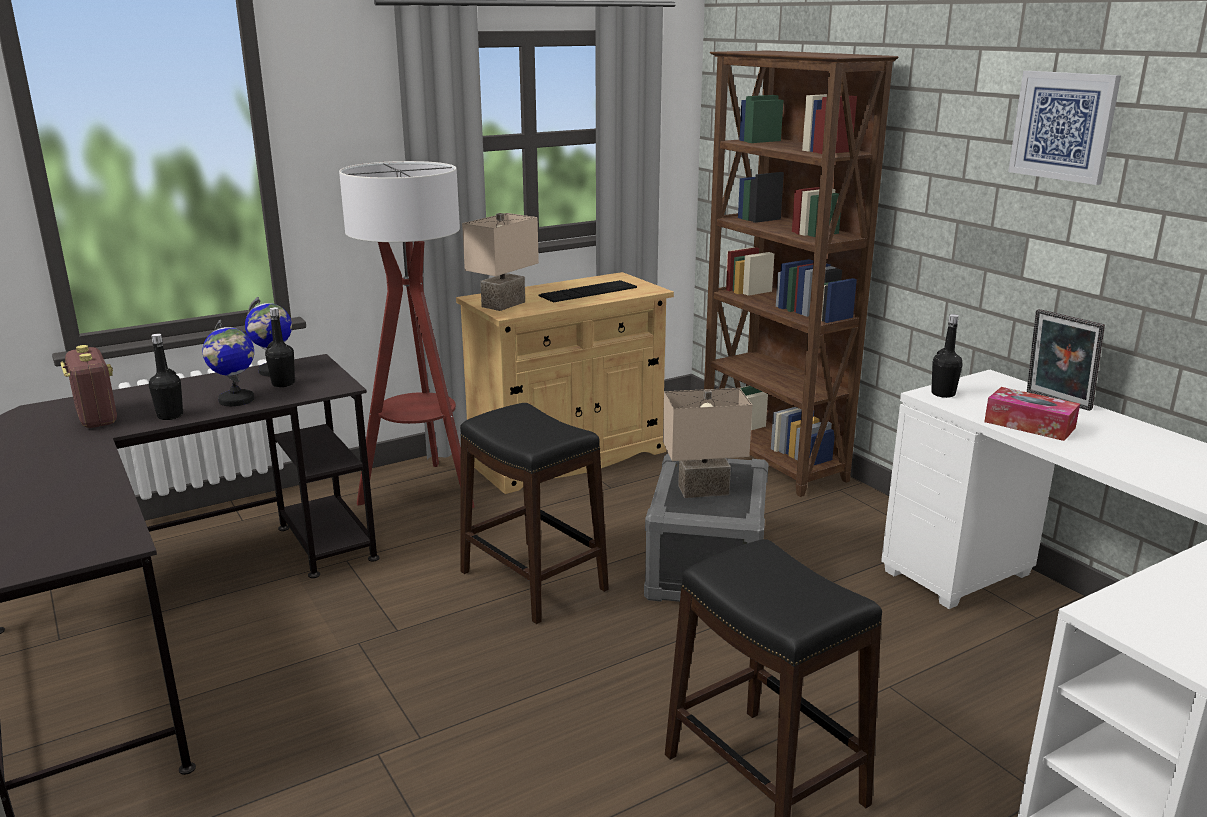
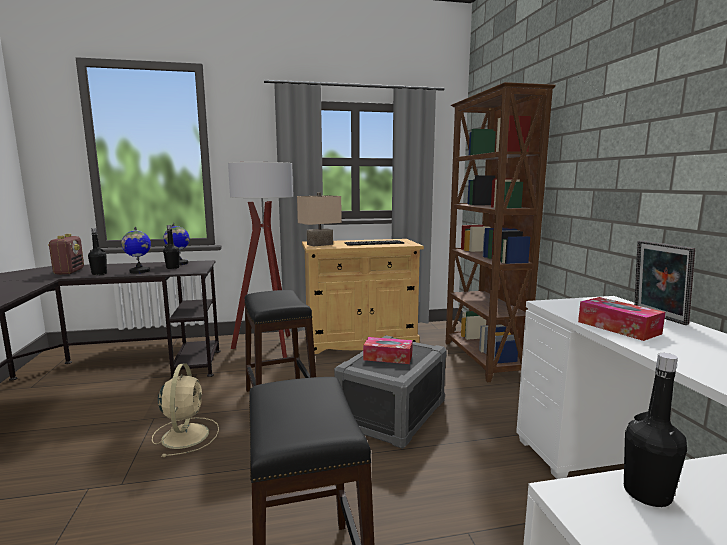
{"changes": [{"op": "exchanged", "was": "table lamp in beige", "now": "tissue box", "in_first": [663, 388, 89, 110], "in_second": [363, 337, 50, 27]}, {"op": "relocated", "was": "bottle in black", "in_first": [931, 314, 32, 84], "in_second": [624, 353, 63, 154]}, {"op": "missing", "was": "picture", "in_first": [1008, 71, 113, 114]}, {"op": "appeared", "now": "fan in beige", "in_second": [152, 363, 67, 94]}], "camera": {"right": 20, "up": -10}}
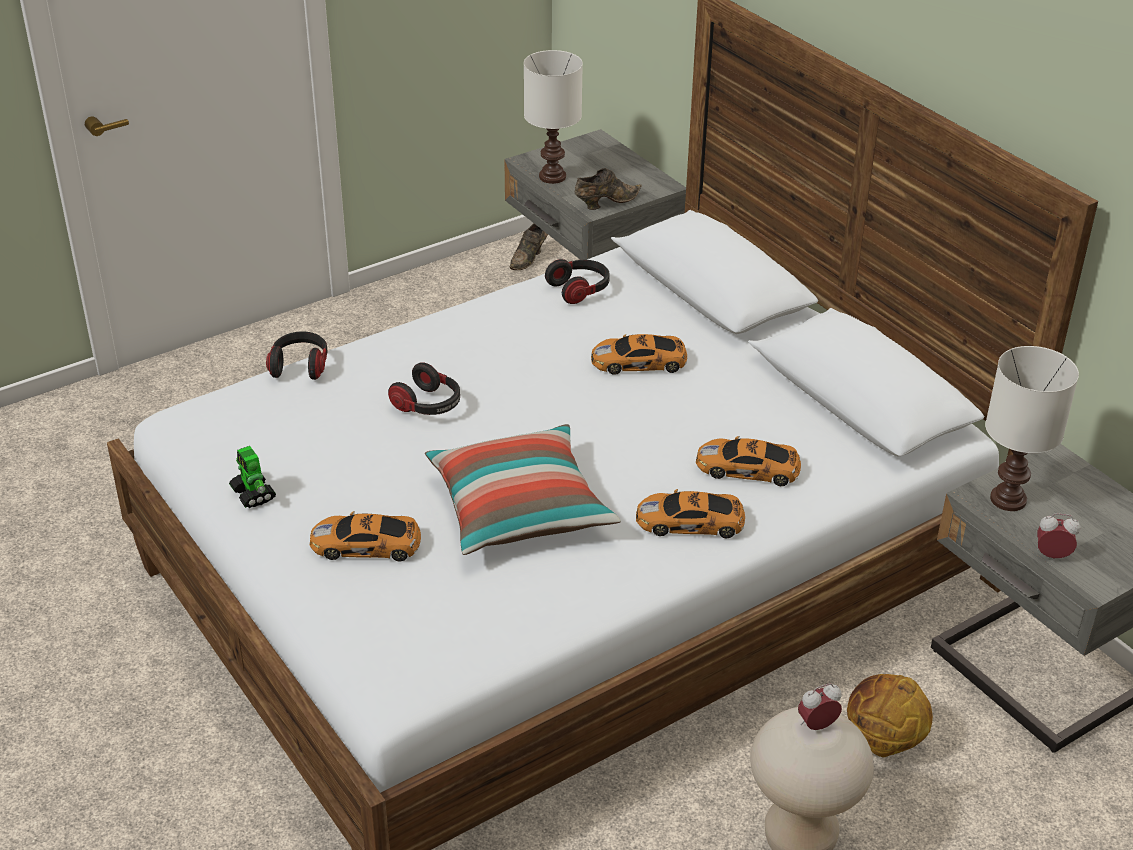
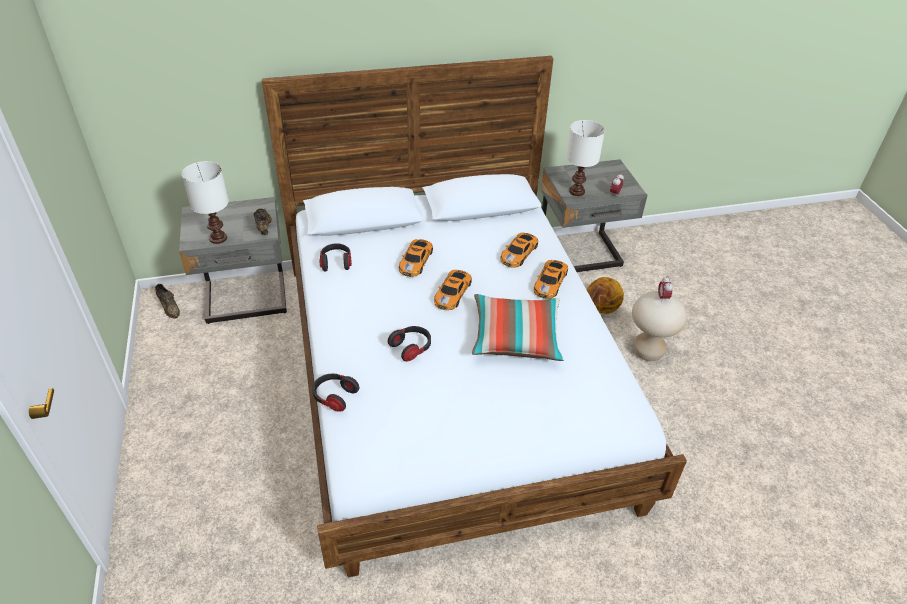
{"changes": [{"op": "missing", "was": "toy robot", "in_first": [229, 446, 47, 62]}, {"op": "relocated", "was": "toy car", "in_first": [310, 511, 111, 51], "in_second": [434, 270, 38, 40]}], "camera": {"right": -70, "up": 5}}
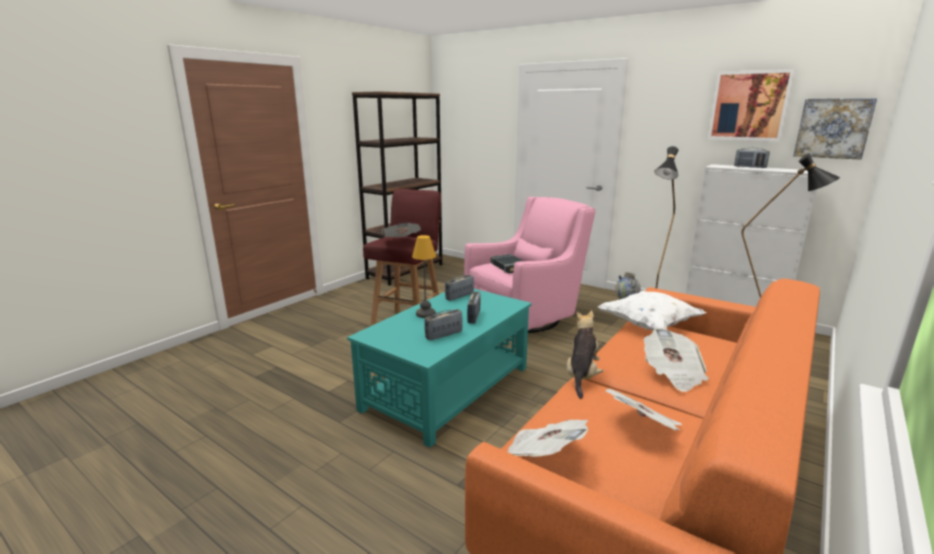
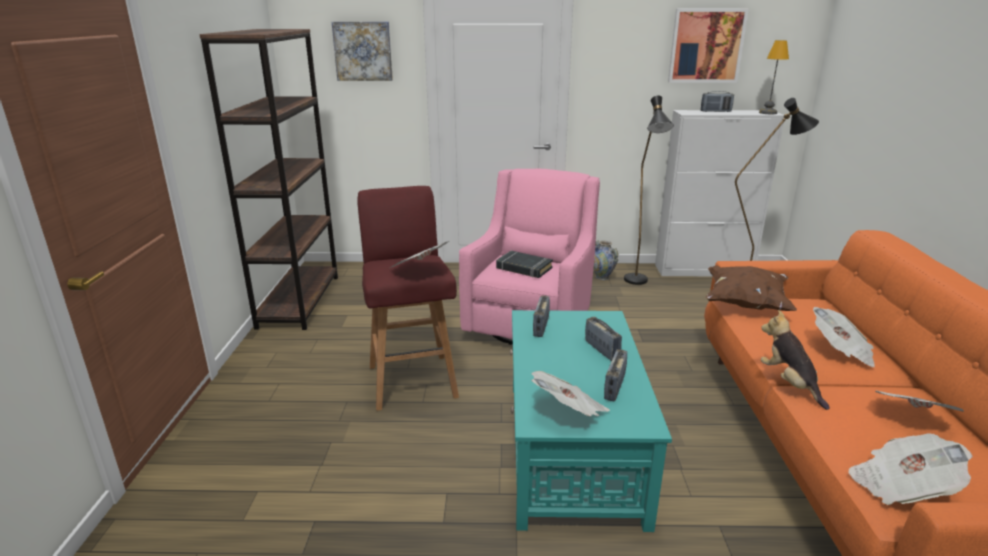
{"changes": [{"op": "relocated", "was": "table lamp", "in_first": [412, 235, 24, 83], "in_second": [759, 40, 30, 74]}, {"op": "colour", "was": "pillow in white", "now": "pillow in brown", "in_first": [598, 290, 108, 40], "in_second": [706, 265, 91, 46]}, {"op": "relocated", "was": "picture", "in_first": [793, 98, 84, 62], "in_second": [332, 21, 61, 60]}, {"op": "appeared", "now": "newspaper", "in_second": [531, 371, 79, 46]}], "camera": {"right": -35, "up": 5}}
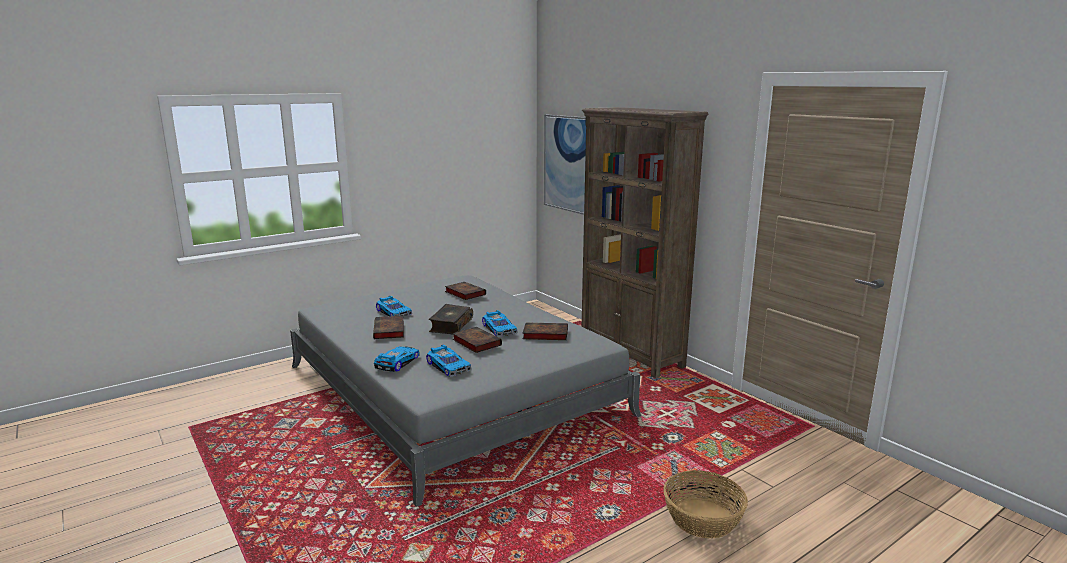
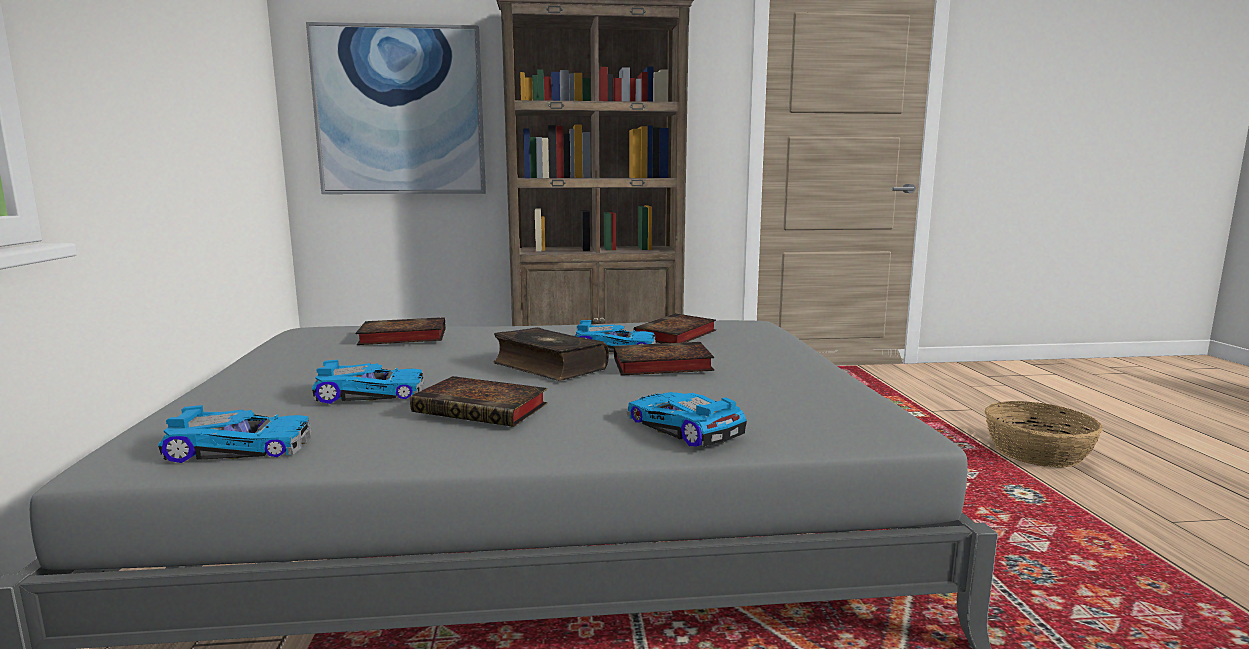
{"changes": [{"op": "relocated", "was": "toy car", "in_first": [426, 345, 46, 32], "in_second": [158, 405, 153, 58]}], "camera": {"right": -60, "up": -5}}
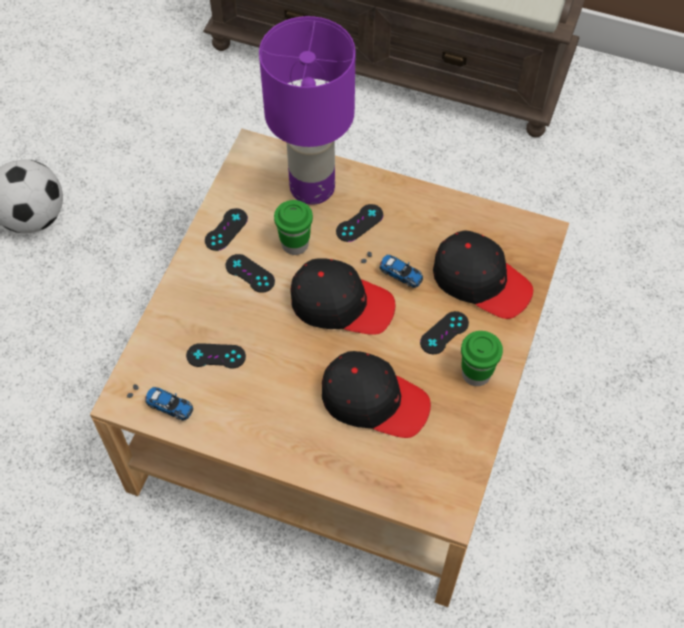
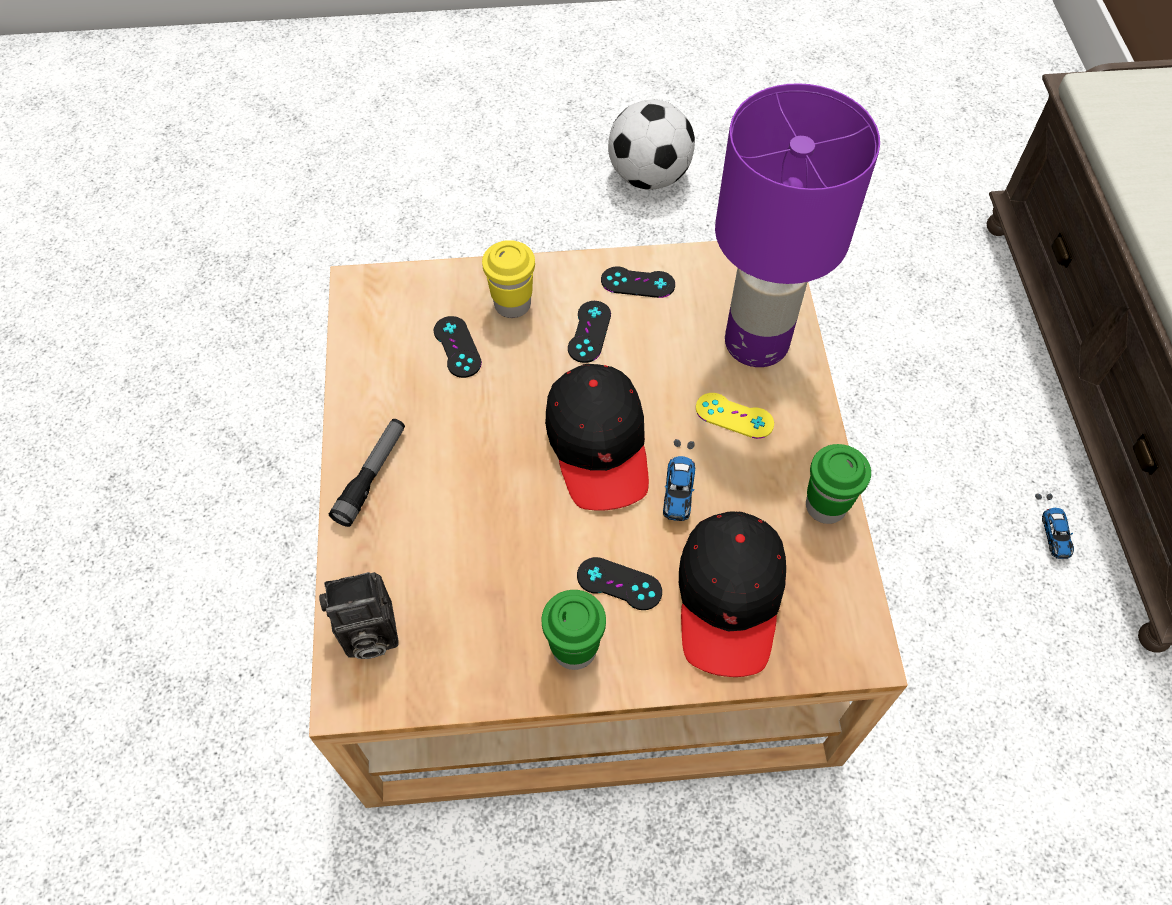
{"changes": [{"op": "relocated", "was": "toy car", "in_first": [127, 384, 66, 37], "in_second": [1035, 493, 39, 66]}, {"op": "relocated", "was": "cup in green", "in_first": [274, 200, 39, 55], "in_second": [806, 444, 65, 80]}, {"op": "missing", "was": "cap in black", "in_first": [322, 351, 109, 87]}, {"op": "colour", "was": "game controller in black", "now": "game controller in yellow", "in_first": [336, 204, 47, 38], "in_second": [696, 393, 78, 46]}, {"op": "appeared", "now": "photo camera", "in_second": [319, 572, 80, 87]}, {"op": "appeared", "now": "flashlight", "in_second": [329, 419, 76, 108]}, {"op": "appeared", "now": "cup in yellow", "in_second": [482, 240, 53, 78]}], "camera": {"right": 65, "up": 0}}
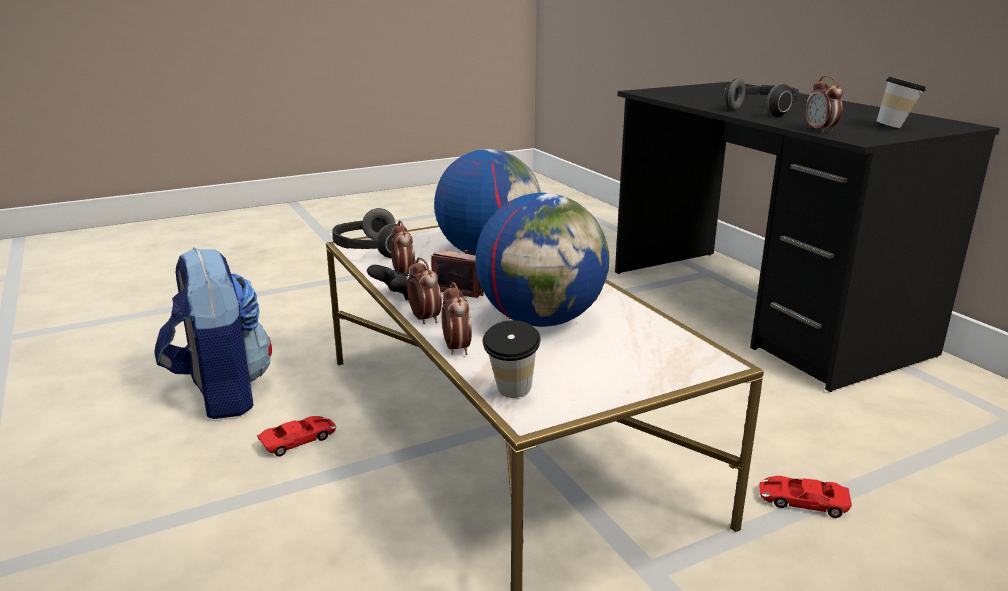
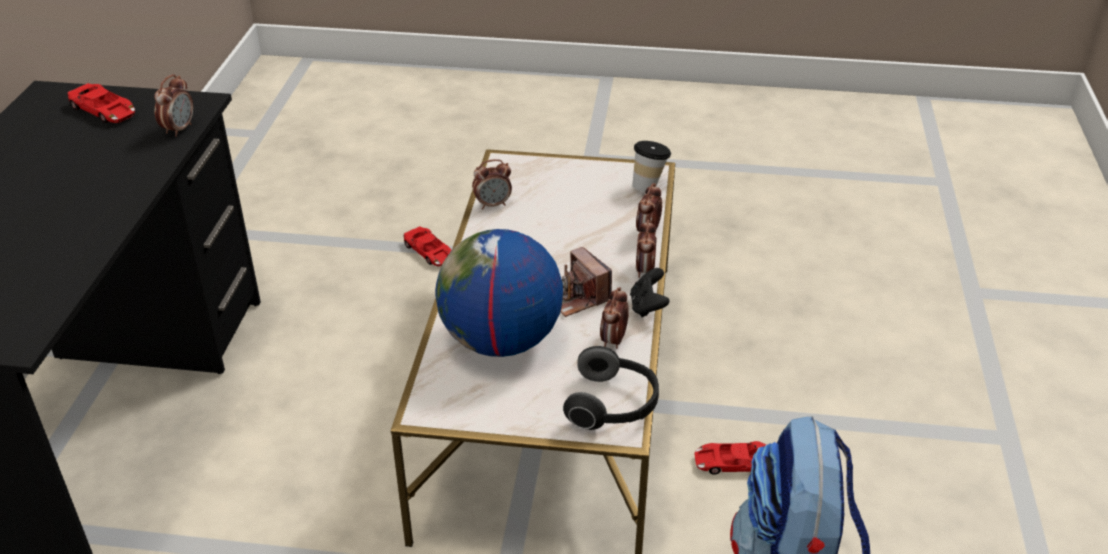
{"changes": [{"op": "missing", "was": "globe", "in_first": [475, 193, 134, 134]}, {"op": "missing", "was": "headphones", "in_first": [724, 78, 75, 39]}, {"op": "exchanged", "was": "cup", "now": "toy car in red", "in_first": [877, 77, 49, 51], "in_second": [67, 83, 68, 40]}, {"op": "appeared", "now": "alarm clock", "in_second": [472, 159, 40, 50]}], "camera": {"right": -145, "up": 15}}
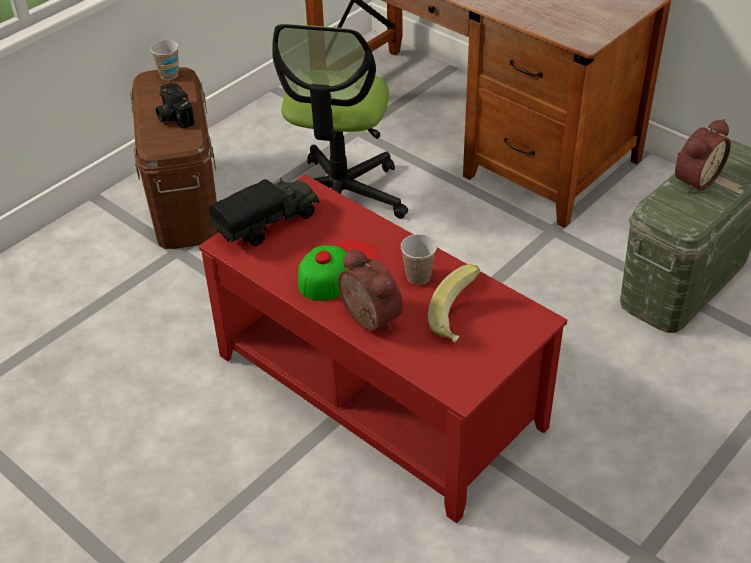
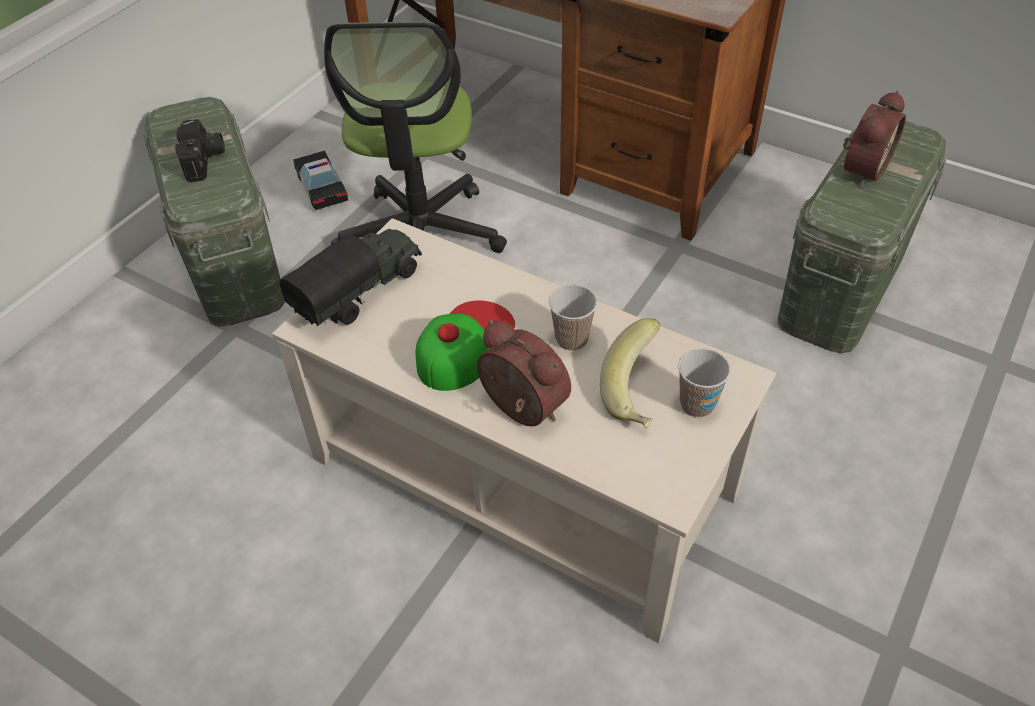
{"changes": [{"op": "colour", "was": "storage box in brown", "now": "storage box in green", "in_first": [130, 67, 88, 182], "in_second": [144, 97, 141, 230]}, {"op": "relocated", "was": "cup", "in_first": [150, 40, 29, 40], "in_second": [678, 348, 53, 69]}, {"op": "spun", "was": "photo camera", "in_first": [156, 83, 38, 46], "in_second": [175, 119, 50, 63], "clockwise": -150}, {"op": "colour", "was": "coffee table in red", "now": "coffee table in beige", "in_first": [199, 174, 368, 349], "in_second": [272, 218, 504, 425]}, {"op": "appeared", "now": "toy car", "in_second": [293, 151, 56, 59]}], "camera": {"right": -10, "up": 5}}
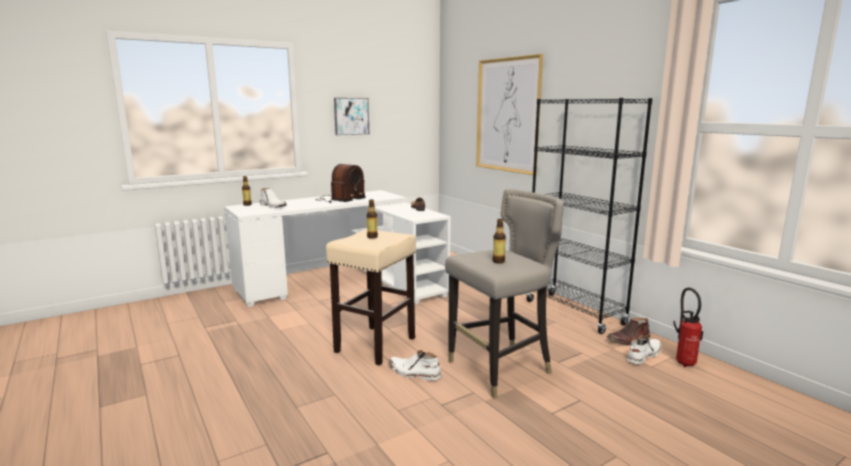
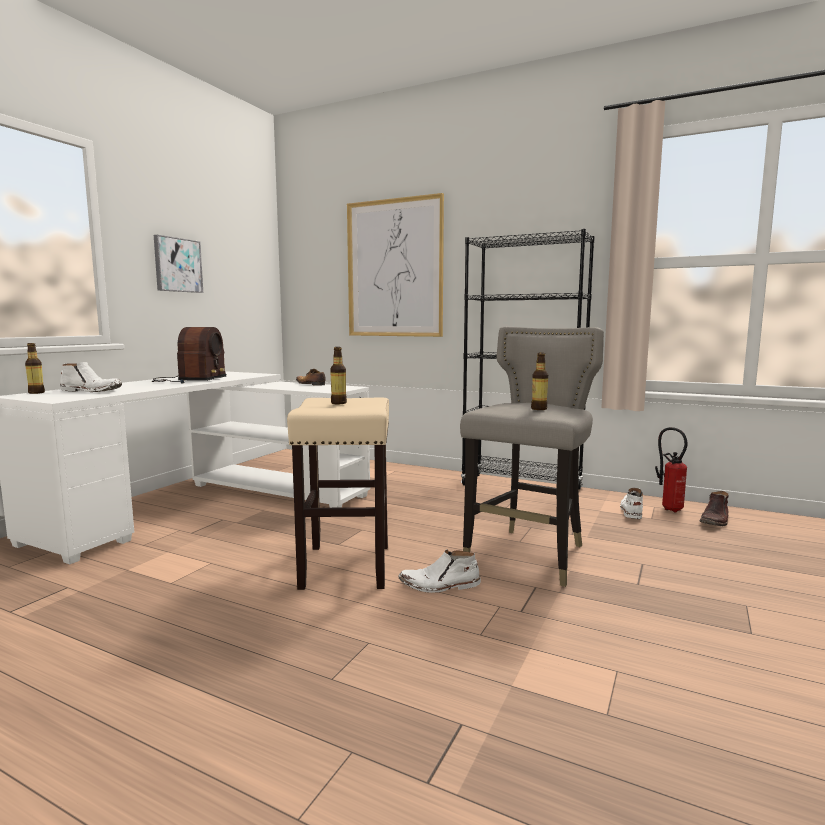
{"changes": [{"op": "relocated", "was": "boot in brown", "in_first": [607, 318, 43, 27], "in_second": [700, 491, 29, 35]}], "camera": {"right": -30, "up": -5}}
